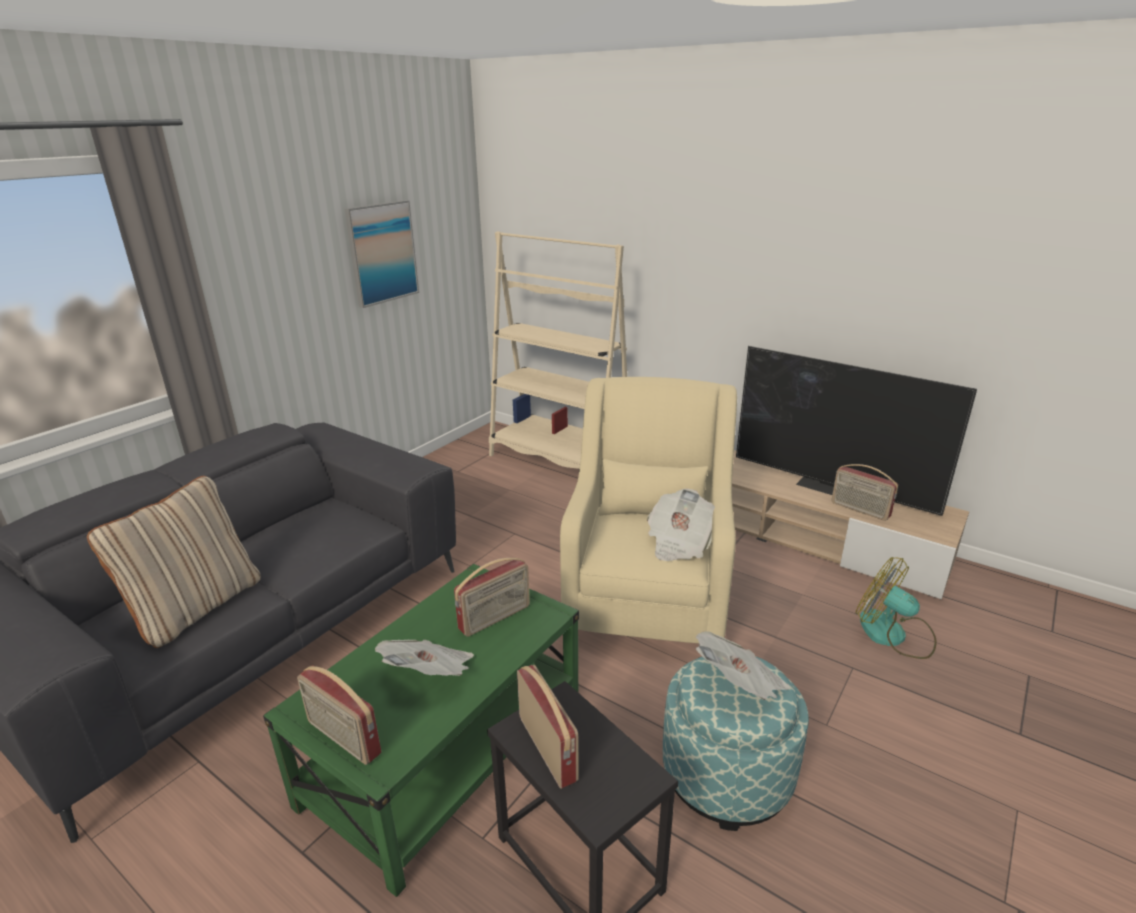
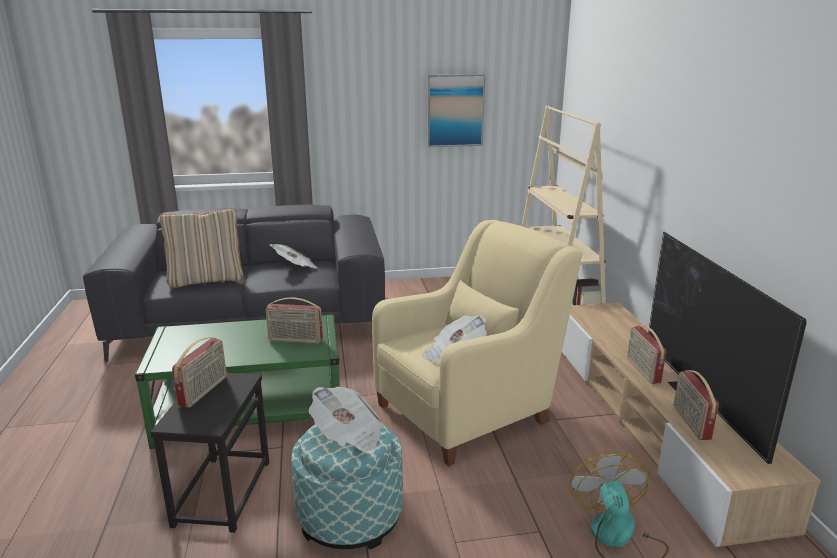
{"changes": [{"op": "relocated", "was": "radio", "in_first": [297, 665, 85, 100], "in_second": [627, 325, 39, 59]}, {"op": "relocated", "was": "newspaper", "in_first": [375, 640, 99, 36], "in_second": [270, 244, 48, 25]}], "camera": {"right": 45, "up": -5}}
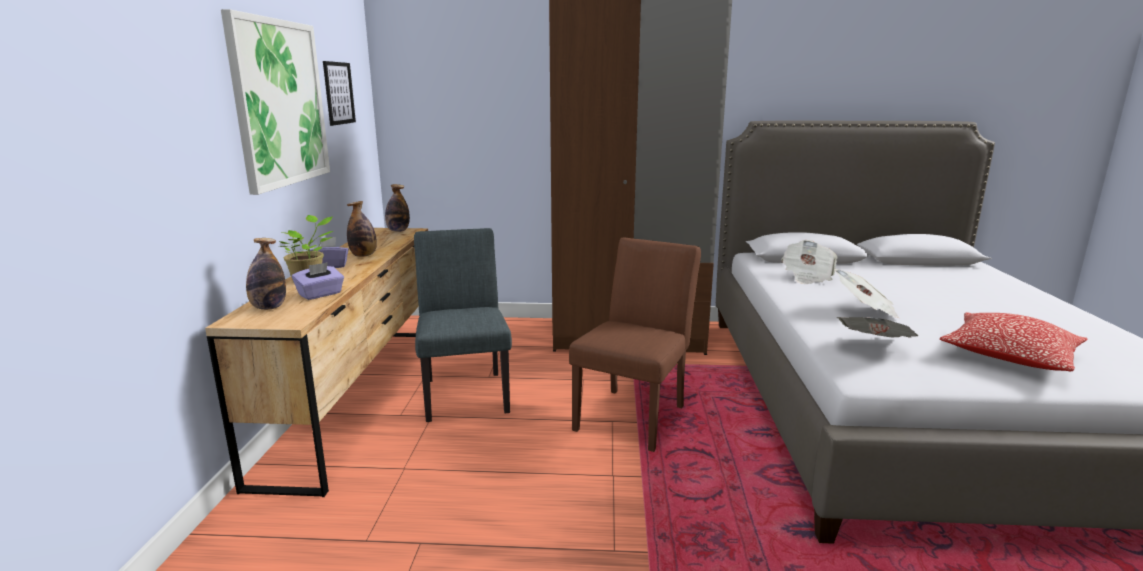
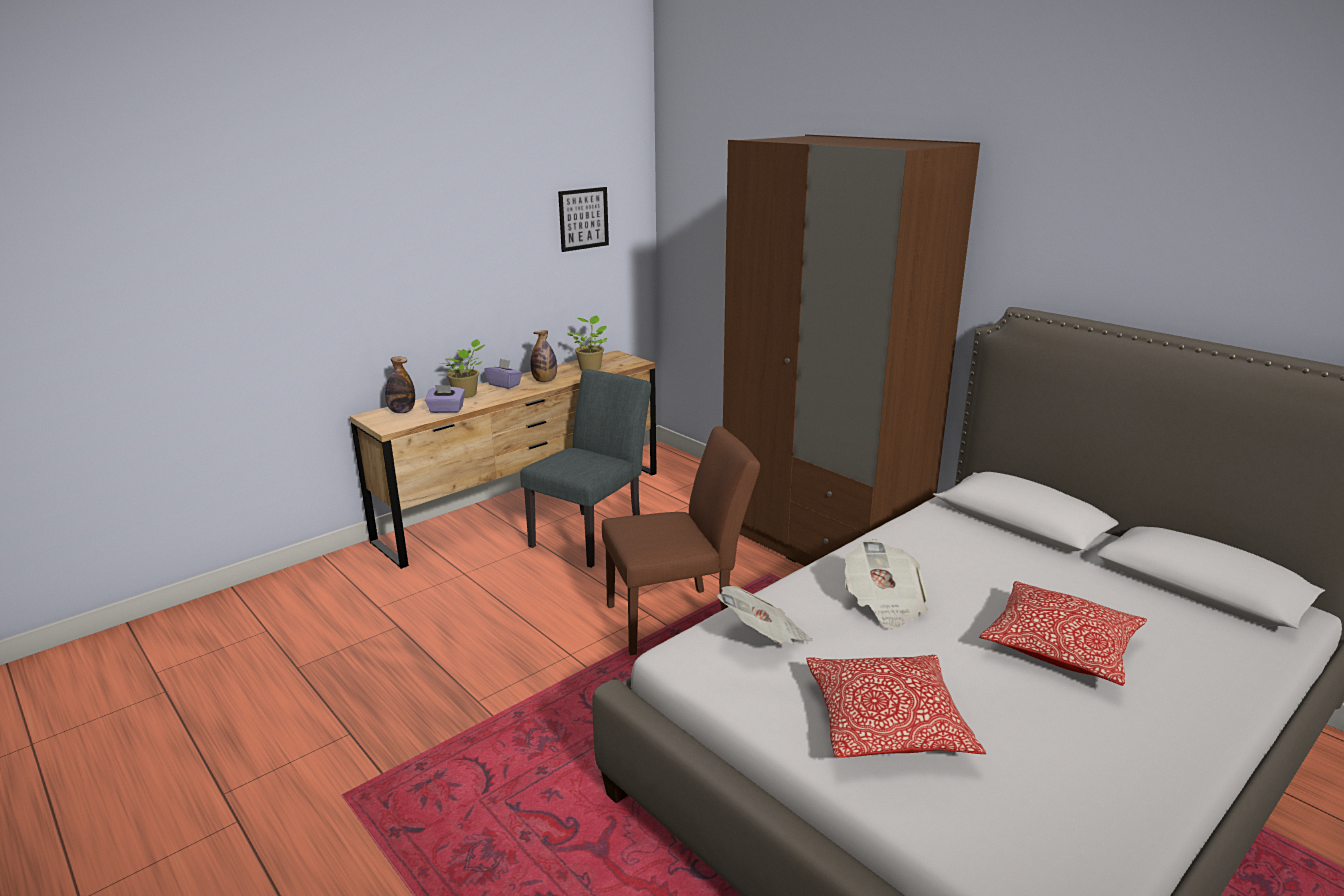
{"changes": [{"op": "missing", "was": "picture", "in_first": [221, 9, 109, 186]}, {"op": "missing", "was": "bottle", "in_first": [385, 184, 25, 48]}, {"op": "missing", "was": "newspaper", "in_first": [782, 240, 55, 44]}, {"op": "appeared", "now": "potted plant", "in_second": [567, 315, 40, 56]}, {"op": "appeared", "now": "pillow", "in_second": [979, 581, 168, 105]}], "camera": {"right": 45, "up": 5}}
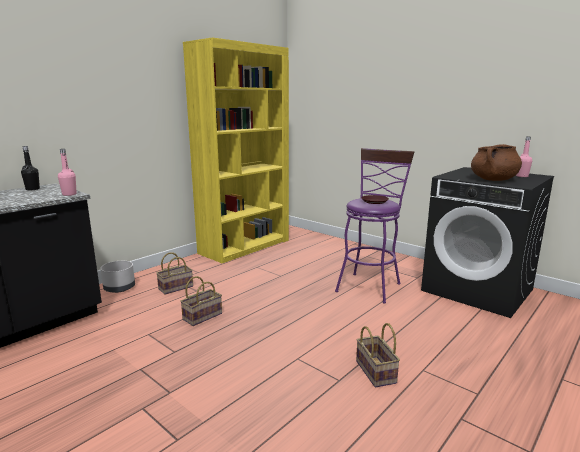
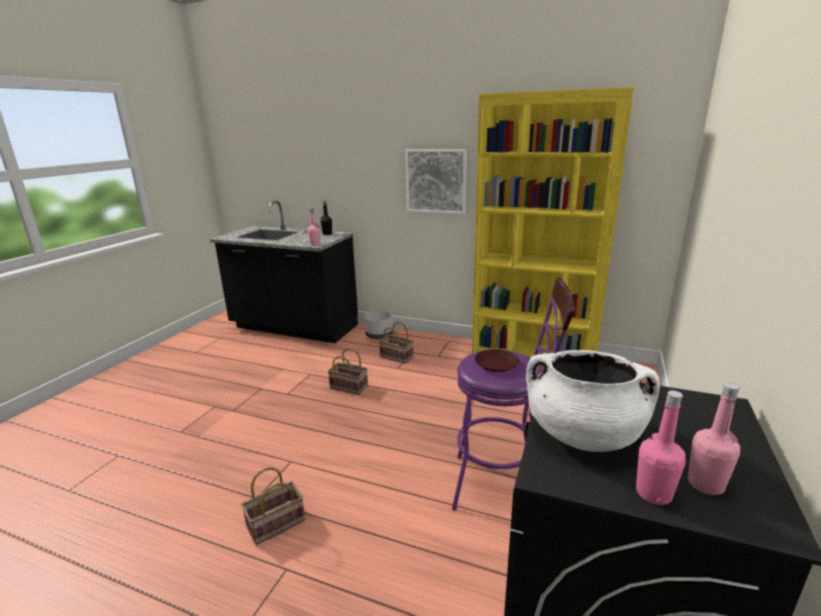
{"changes": [{"op": "colour", "was": "cooking pot in brown", "now": "cooking pot in white", "in_first": [471, 144, 51, 37], "in_second": [526, 350, 134, 102]}, {"op": "appeared", "now": "picture", "in_second": [405, 149, 62, 65]}, {"op": "appeared", "now": "bottle in pink", "in_second": [636, 390, 50, 115]}], "camera": {"right": 70, "up": 5}}
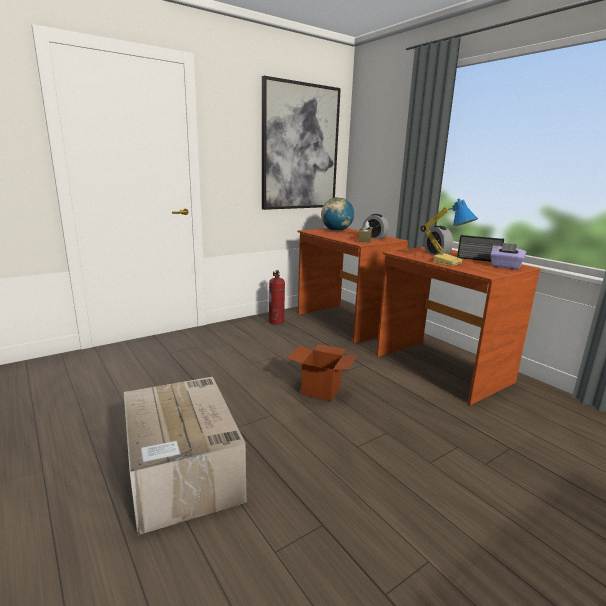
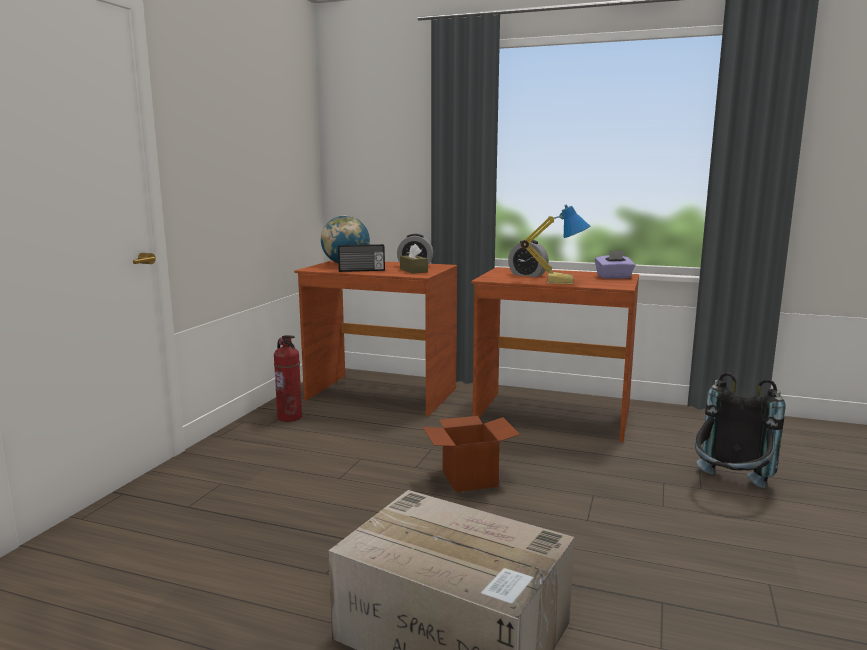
{"changes": [{"op": "missing", "was": "picture", "in_first": [262, 76, 79, 134]}, {"op": "relocated", "was": "radio", "in_first": [457, 235, 47, 27], "in_second": [338, 244, 47, 28]}, {"op": "appeared", "now": "backpack in black", "in_second": [695, 372, 90, 116]}], "camera": {"right": -35, "up": -5}}
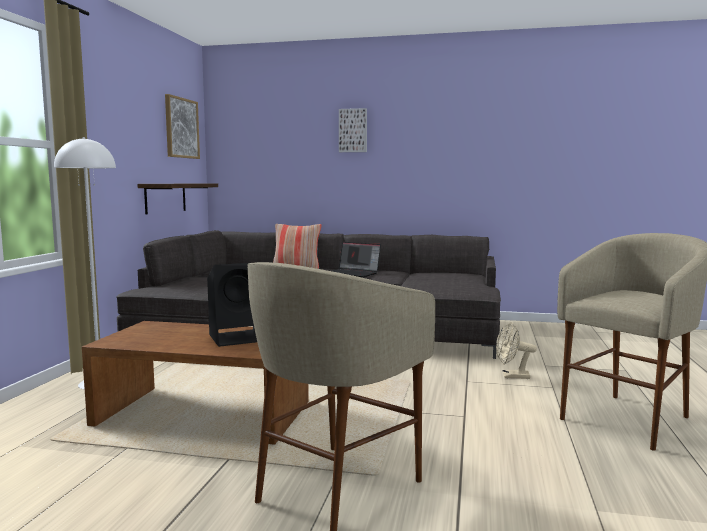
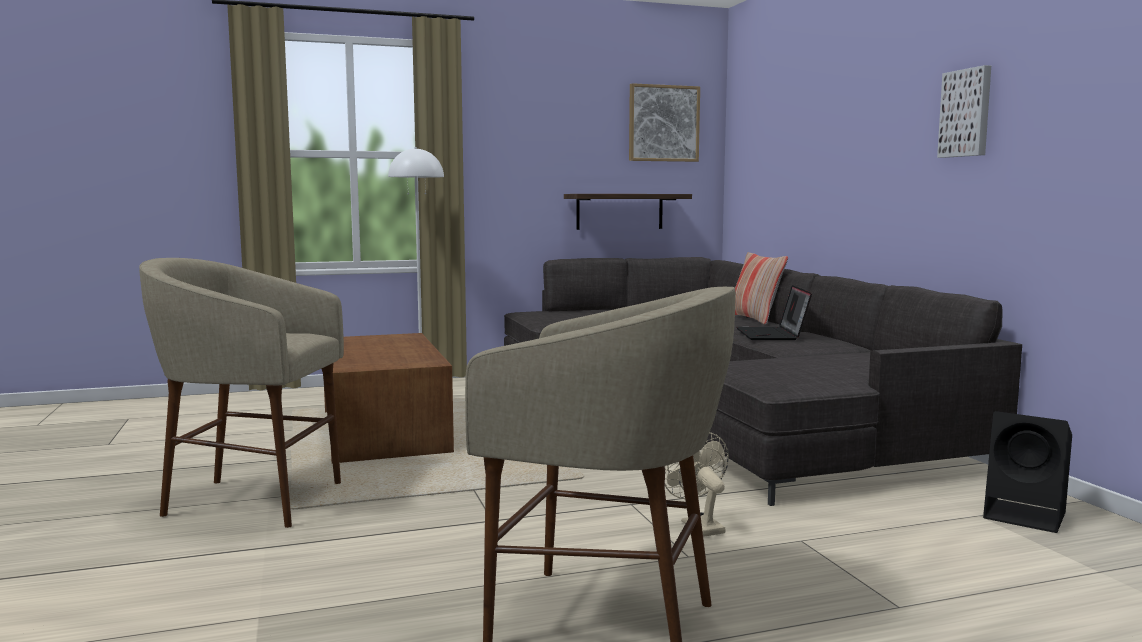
{"changes": [{"op": "relocated", "was": "speaker in black", "in_first": [207, 263, 50, 84], "in_second": [983, 411, 89, 122]}, {"op": "relocated", "was": "picture", "in_first": [339, 108, 28, 44], "in_second": [937, 65, 54, 93]}], "camera": {"right": 60, "up": 0}}
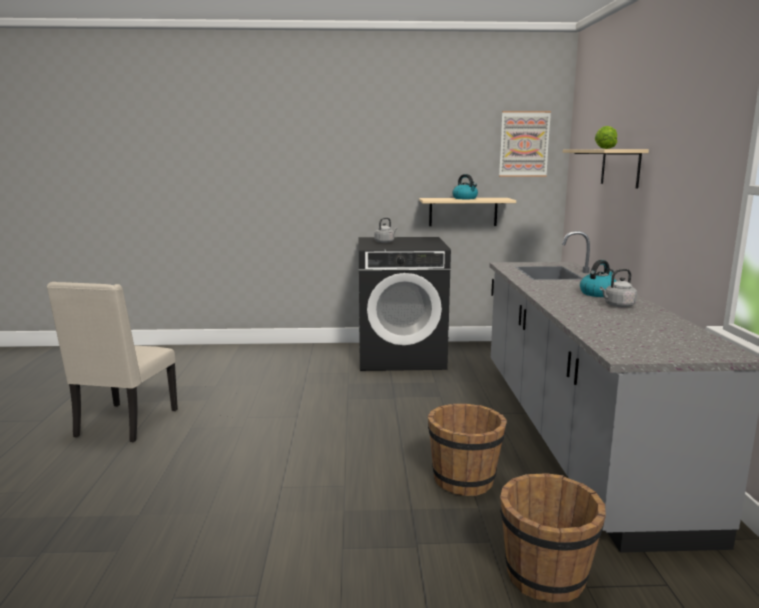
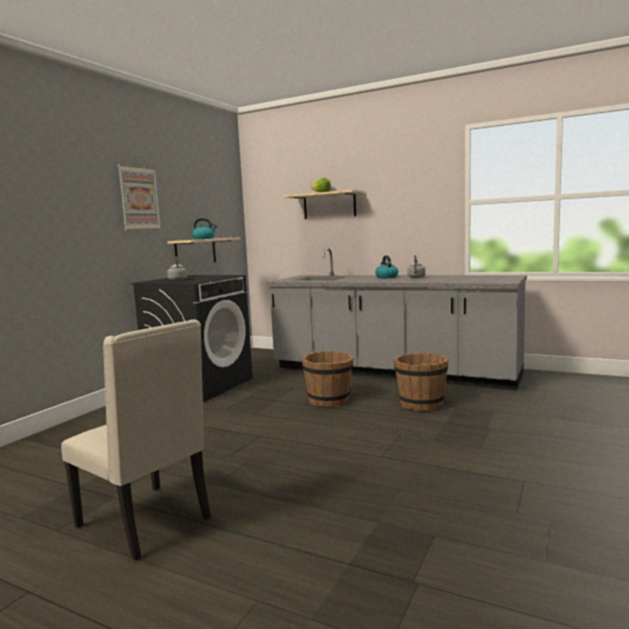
{"changes": [{"op": "relocated", "was": "picture", "in_first": [499, 111, 52, 66], "in_second": [117, 164, 44, 66]}, {"op": "relocated", "was": "bucket in brown", "in_first": [500, 473, 106, 129], "in_second": [302, 351, 51, 56]}], "camera": {"right": -60, "up": -5}}
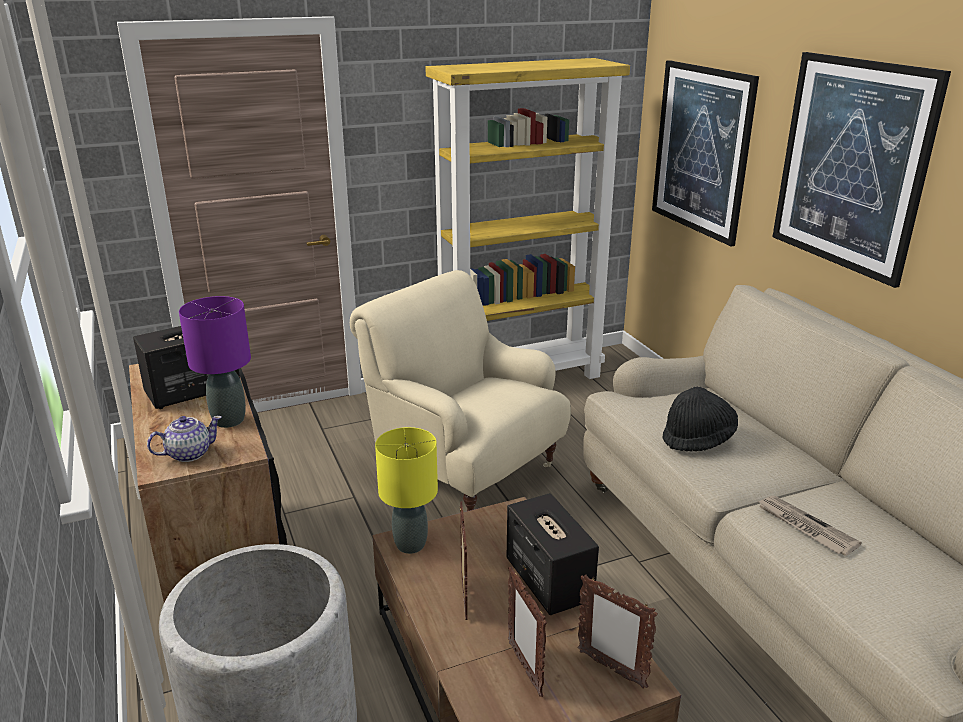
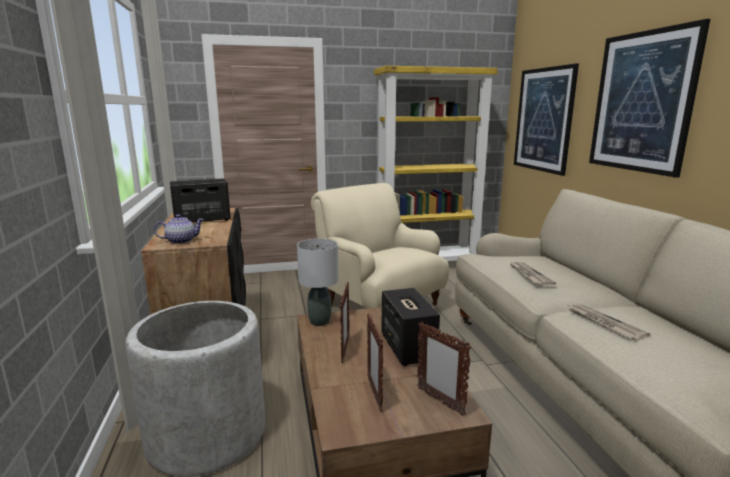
{"changes": [{"op": "missing", "was": "table lamp in purple", "in_first": [179, 296, 72, 132]}, {"op": "colour", "was": "table lamp in yellow", "now": "table lamp in grey", "in_first": [375, 427, 63, 127], "in_second": [297, 239, 41, 87]}, {"op": "exchanged", "was": "hat in black", "now": "newspaper", "in_first": [662, 386, 76, 66], "in_second": [509, 261, 47, 25]}], "camera": {"right": 10, "up": -10}}
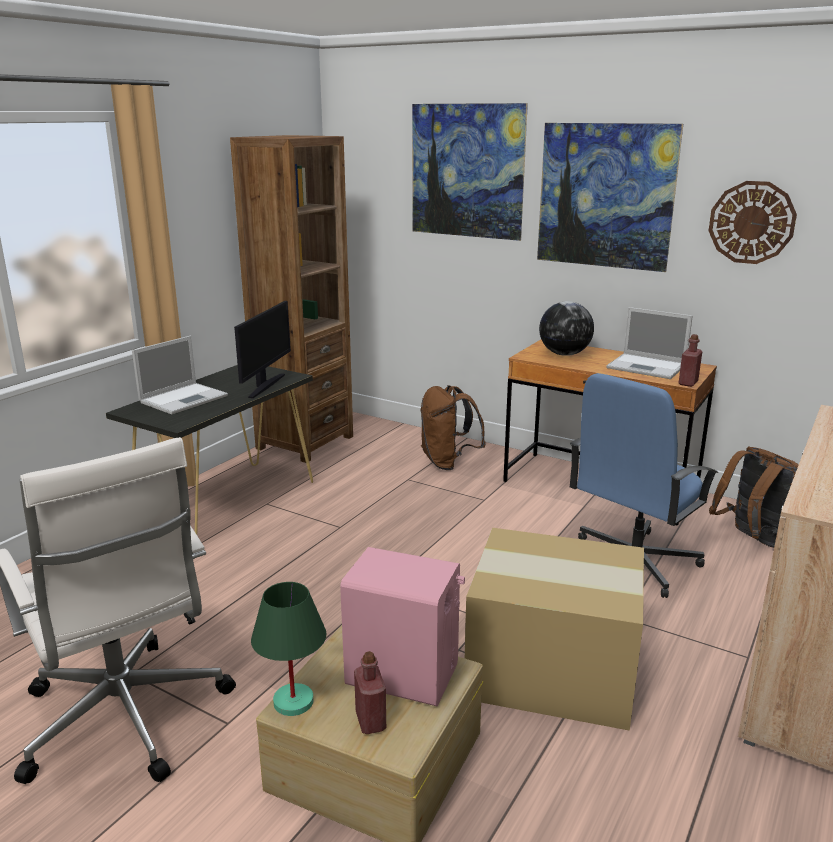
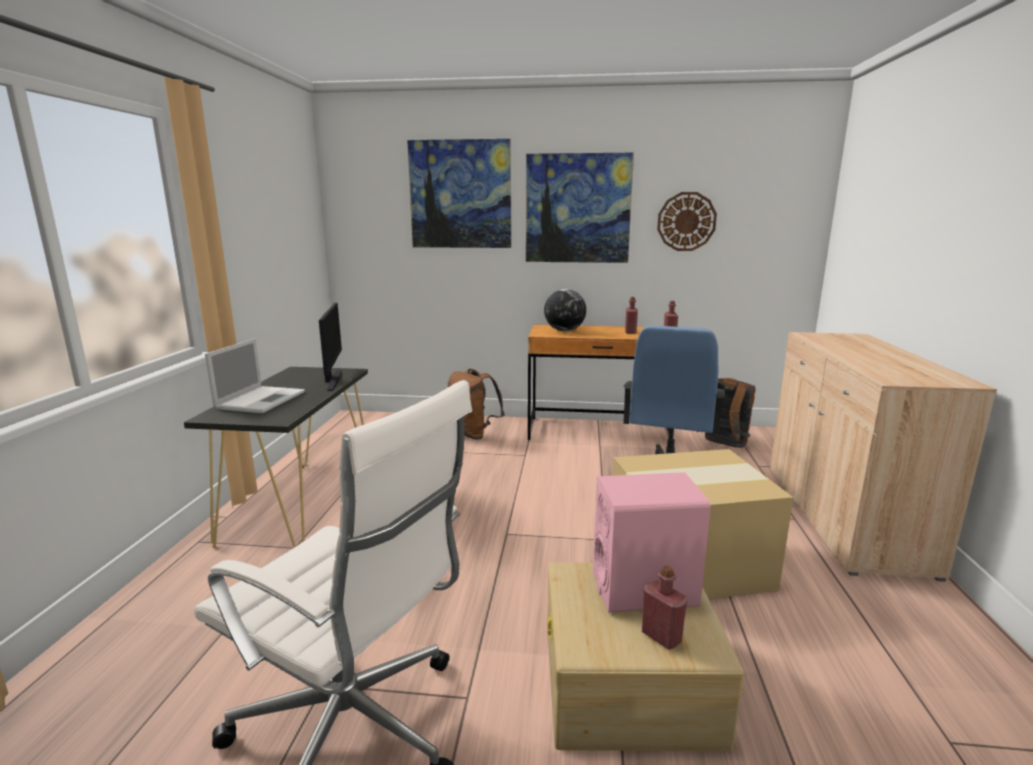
{"changes": [{"op": "missing", "was": "bookcase in brown", "in_first": [230, 135, 123, 328]}, {"op": "missing", "was": "table lamp in green", "in_first": [251, 582, 76, 134]}, {"op": "exchanged", "was": "laptop", "now": "bottle in red", "in_first": [606, 307, 87, 72], "in_second": [625, 297, 13, 37]}], "camera": {"right": -25, "up": -5}}
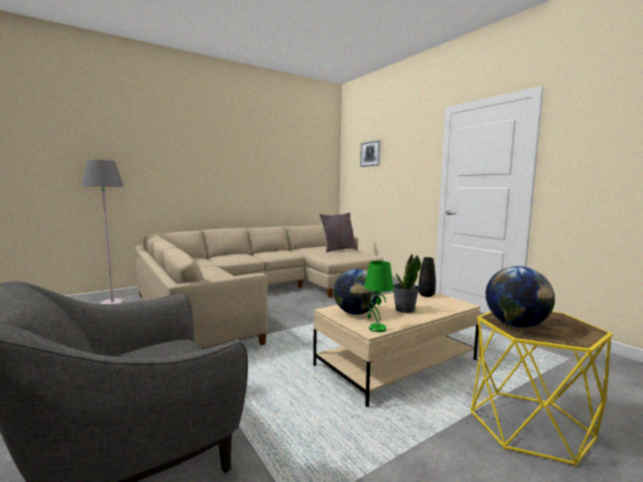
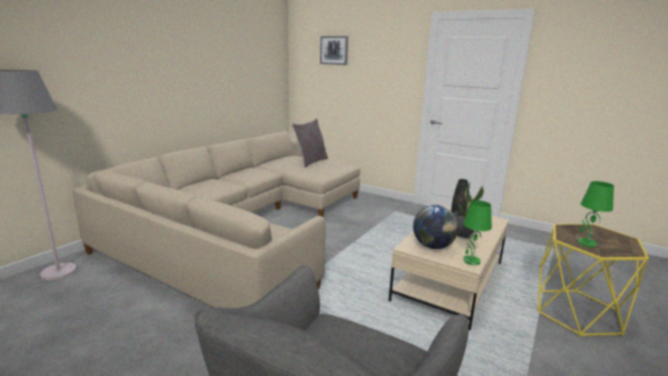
{"changes": [{"op": "exchanged", "was": "globe", "now": "table lamp in green", "in_first": [486, 266, 69, 61], "in_second": [578, 181, 36, 67]}], "camera": {"right": -25, "up": 10}}
